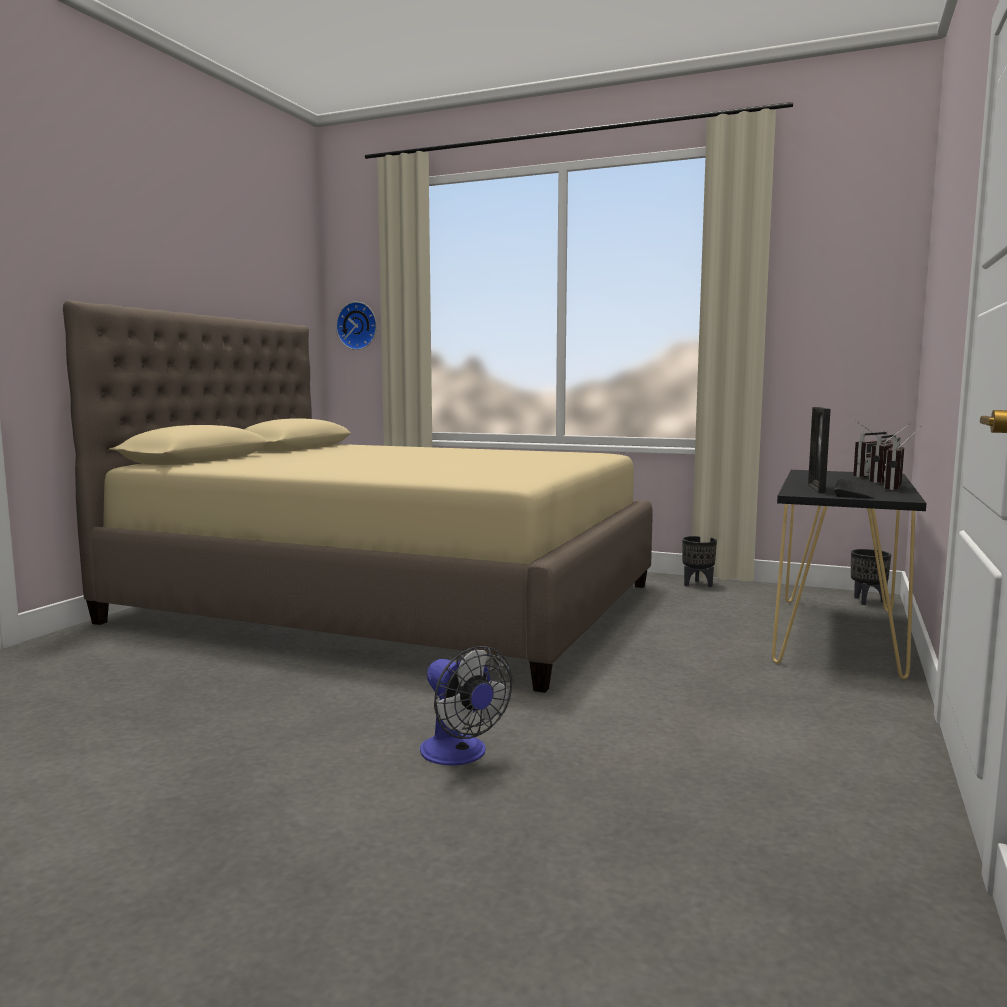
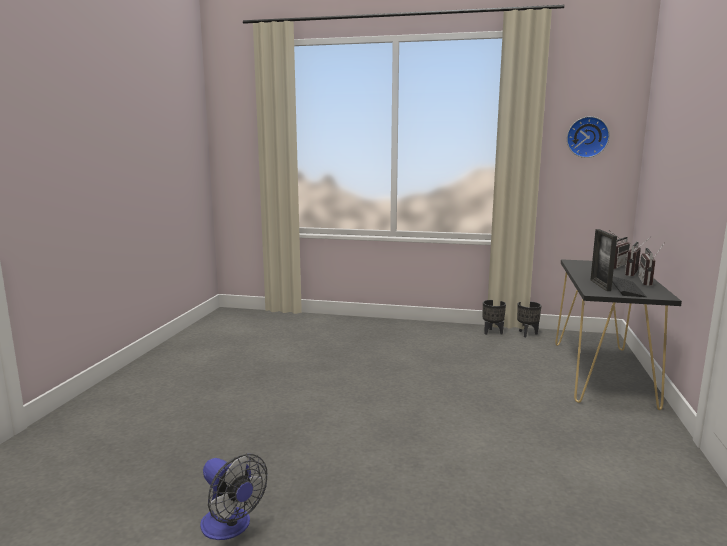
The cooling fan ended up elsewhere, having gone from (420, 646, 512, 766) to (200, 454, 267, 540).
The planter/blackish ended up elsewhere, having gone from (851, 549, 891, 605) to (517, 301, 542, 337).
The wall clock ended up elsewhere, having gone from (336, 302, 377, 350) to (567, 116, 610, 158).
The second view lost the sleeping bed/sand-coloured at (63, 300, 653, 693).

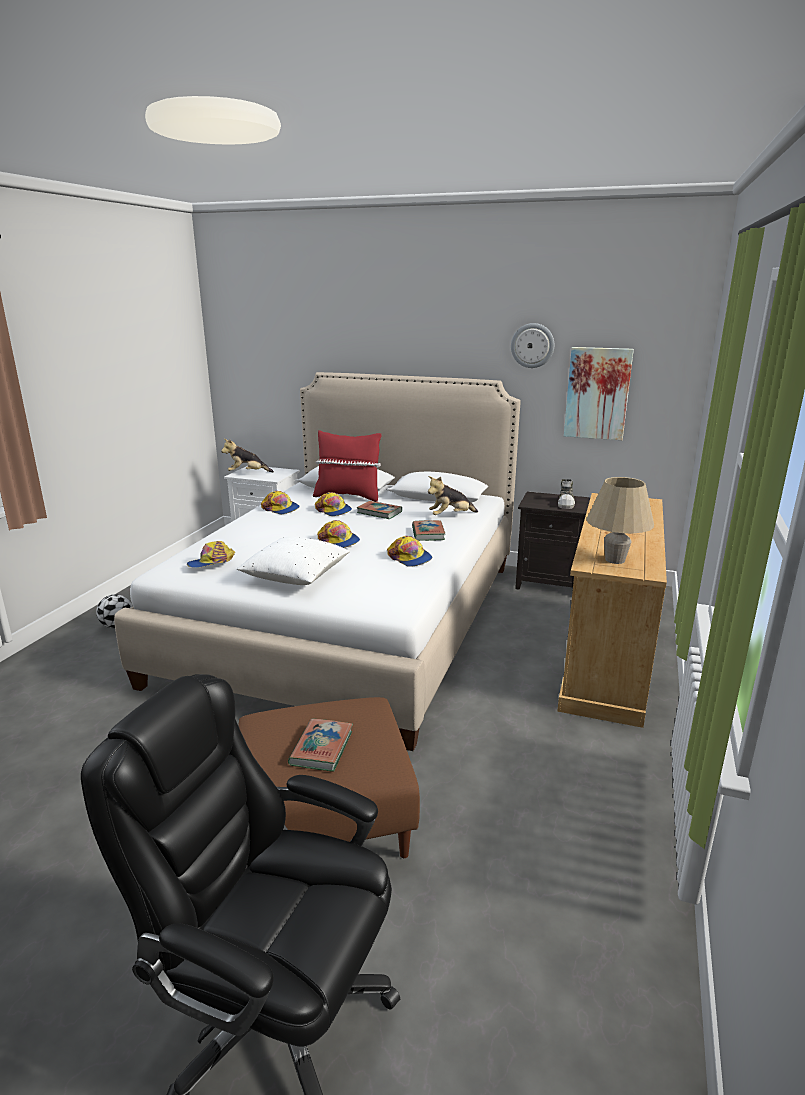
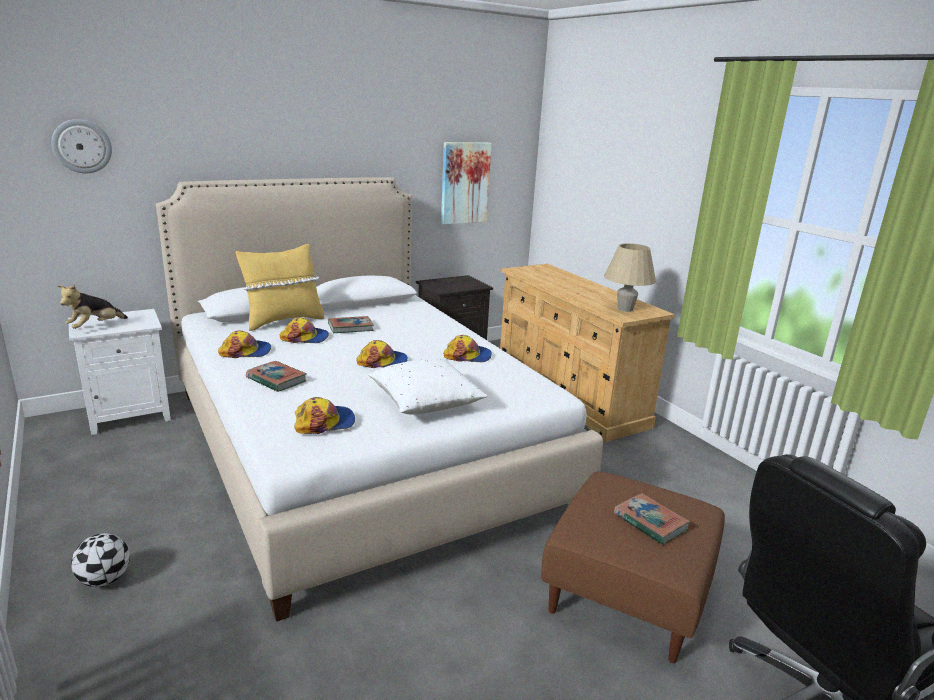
The wall clock ended up elsewhere, having gone from (511, 323, 554, 368) to (51, 119, 112, 173).
What was the cushion/red-coloured at (313, 430, 381, 502) turned into the cushion/yellowish at (236, 244, 324, 331).
The book ended up elsewhere, having gone from (412, 520, 445, 541) to (246, 361, 307, 392).
The peaked cap at (187, 541, 235, 568) ended up facing another way, 120 degrees counterclockwise from before.
The second view lost the soft toy at (428, 476, 478, 515).
The second view lost the item of footwear at (558, 479, 575, 509).

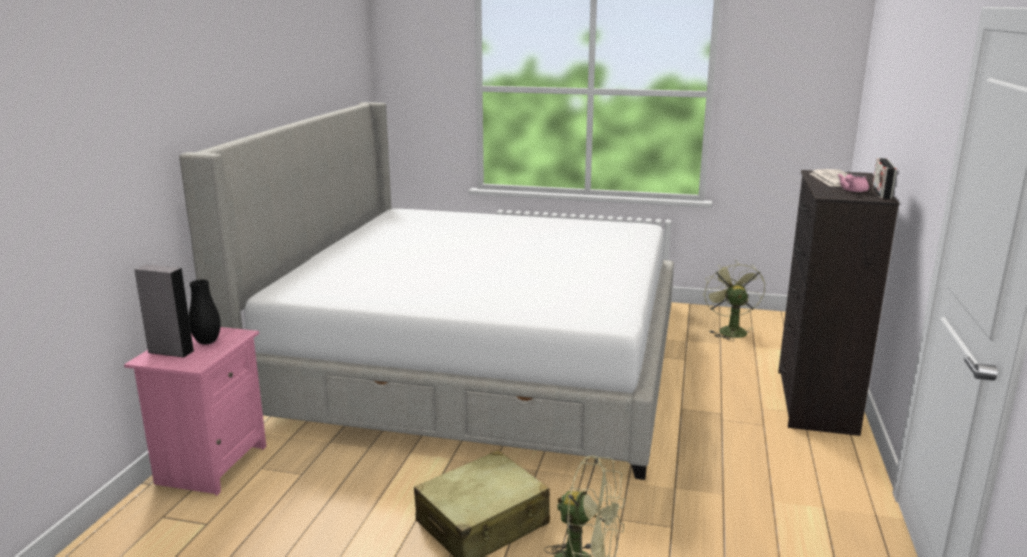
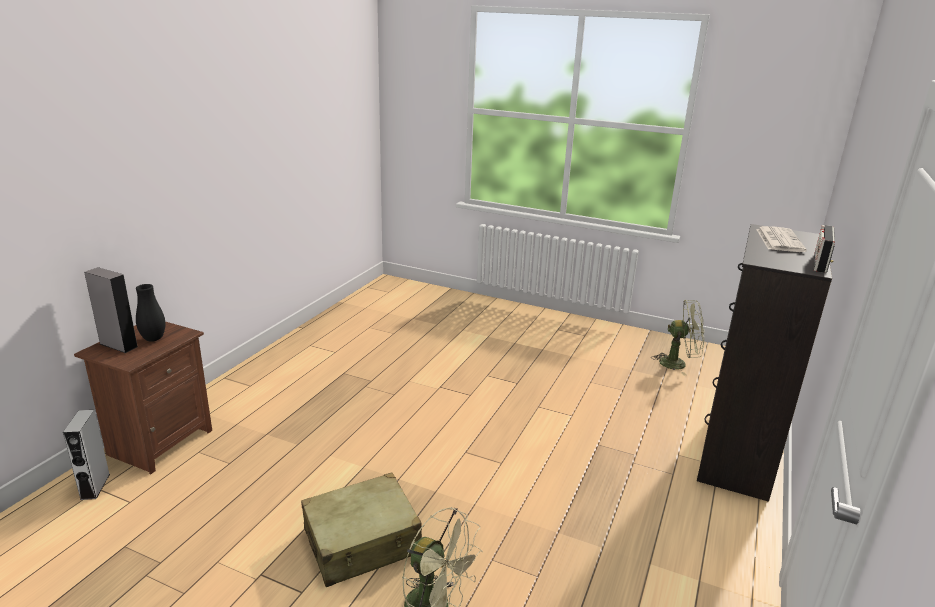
The second view gained the loudspeaker/gray at (63, 410, 110, 500).
What was the night table/pinkish at (124, 327, 266, 496) turned into the night table/brown at (74, 321, 212, 475).
The cooling fan/green at (703, 260, 765, 341) ended up facing another way, 90 degrees clockwise from before.
The second view lost the sleeping bed at (179, 102, 674, 480).
The second view lost the pot for tea/pinkish at (837, 174, 869, 192).

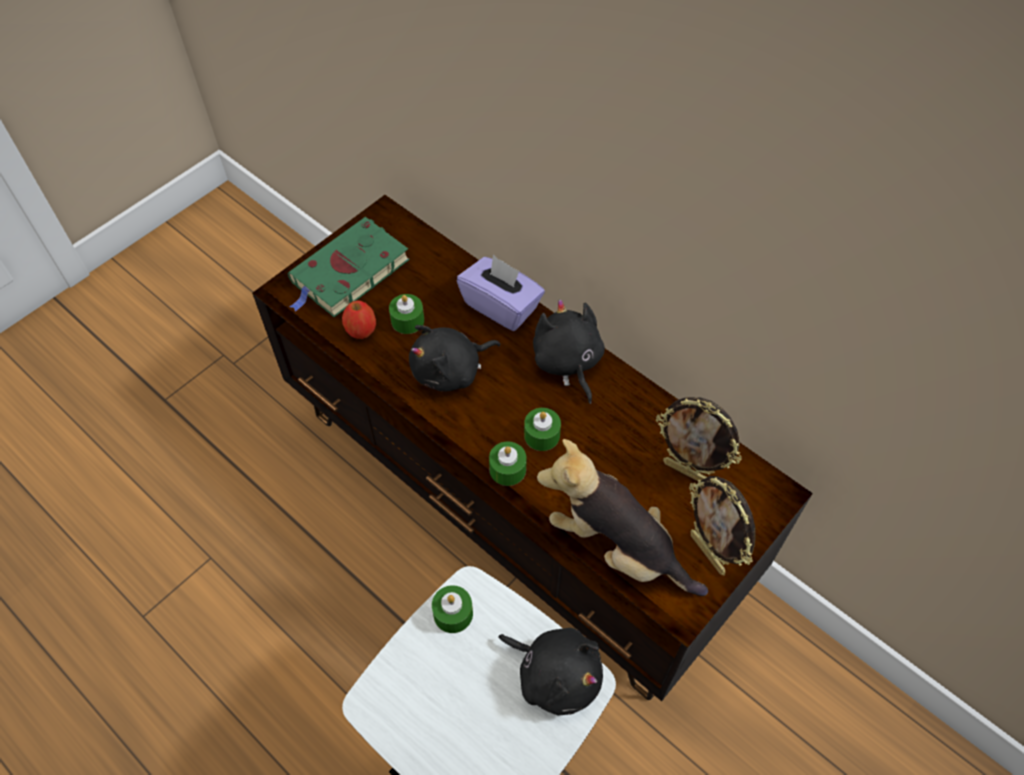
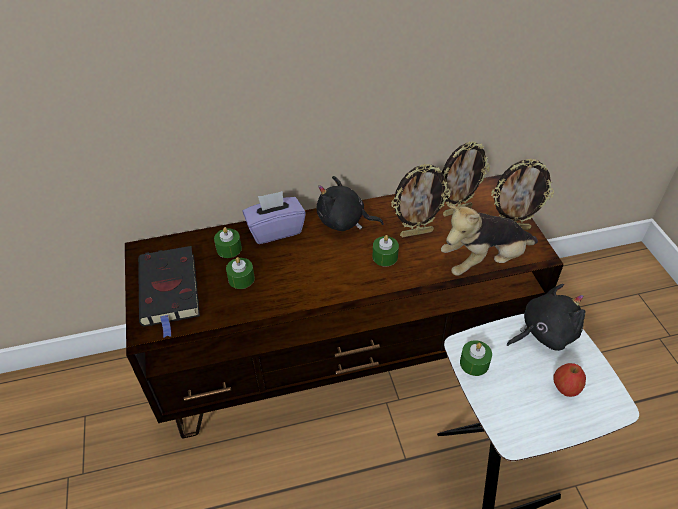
What was the book/green at (288, 217, 410, 317) turned into the book/blackish at (138, 246, 200, 338).
The candle/green ended up elsewhere, having gone from (489, 442, 527, 486) to (214, 227, 242, 258).
The second view gained the picture frame at (391, 164, 451, 237).
The apple fruit ended up elsewhere, having gone from (342, 300, 376, 339) to (553, 363, 586, 397).
The second view lost the soft toy/blackish at (409, 325, 501, 392).

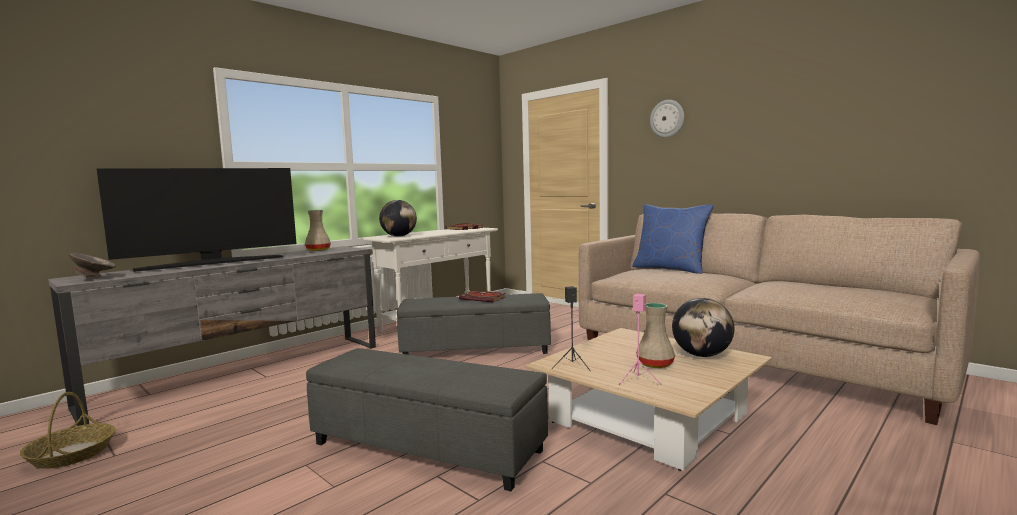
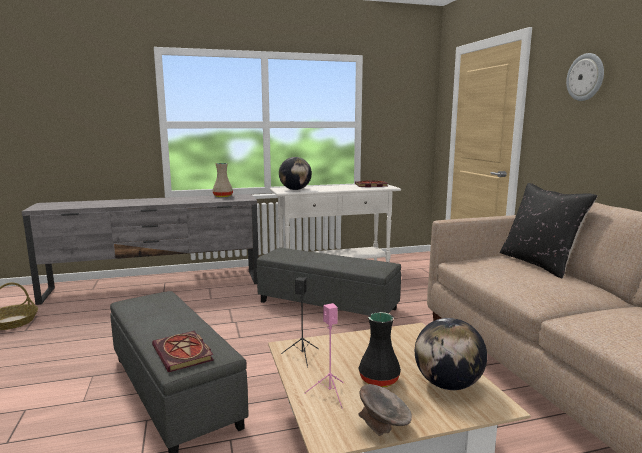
The book ended up elsewhere, having gone from (459, 291, 506, 302) to (152, 331, 214, 372).
What was the vase/sand-coloured at (636, 303, 675, 368) turned into the vase/blackish at (358, 312, 401, 387).
The deep dish/gray ended up elsewhere, having gone from (69, 253, 116, 278) to (358, 384, 412, 436).
What was the cushion/blue at (632, 205, 714, 274) turned into the cushion/blackish at (500, 183, 598, 279).
The second view lost the TV set at (97, 168, 297, 272).

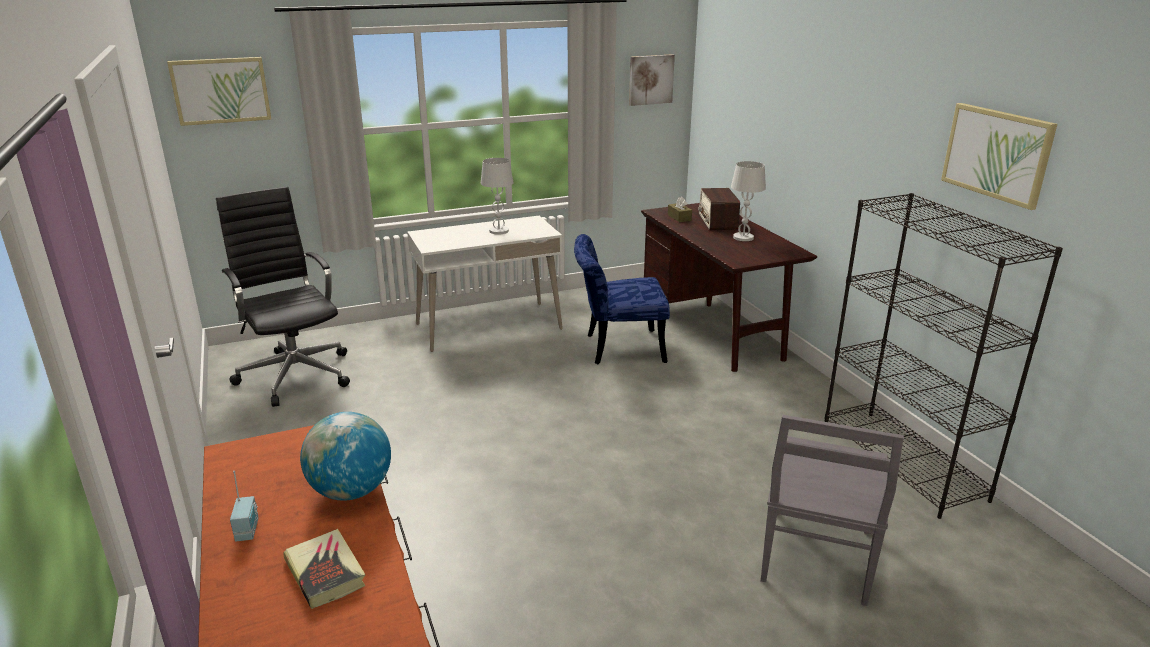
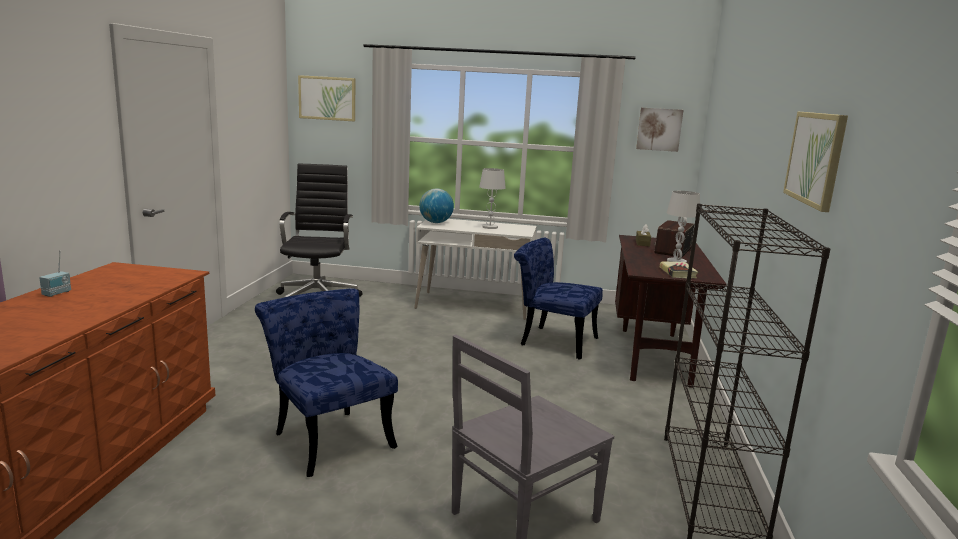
The second view gained the chair/blue at (255, 288, 398, 477).
The world globe ended up elsewhere, having gone from (300, 412, 391, 501) to (419, 188, 454, 223).
The book ended up elsewhere, having gone from (284, 529, 365, 609) to (660, 262, 698, 278).

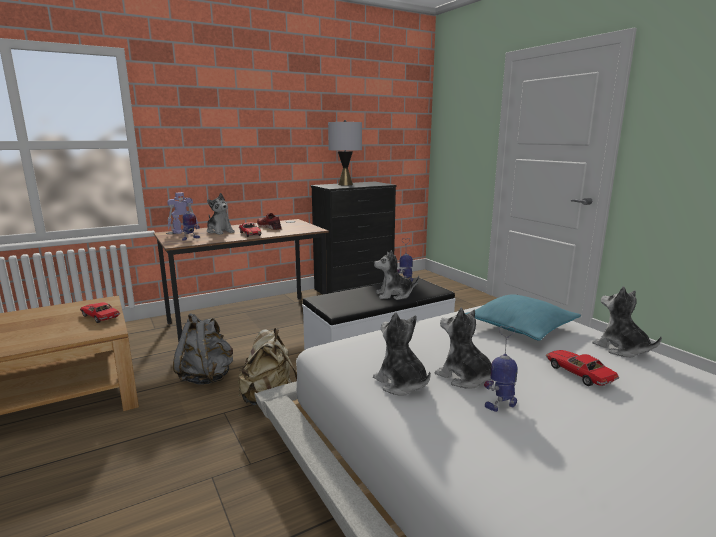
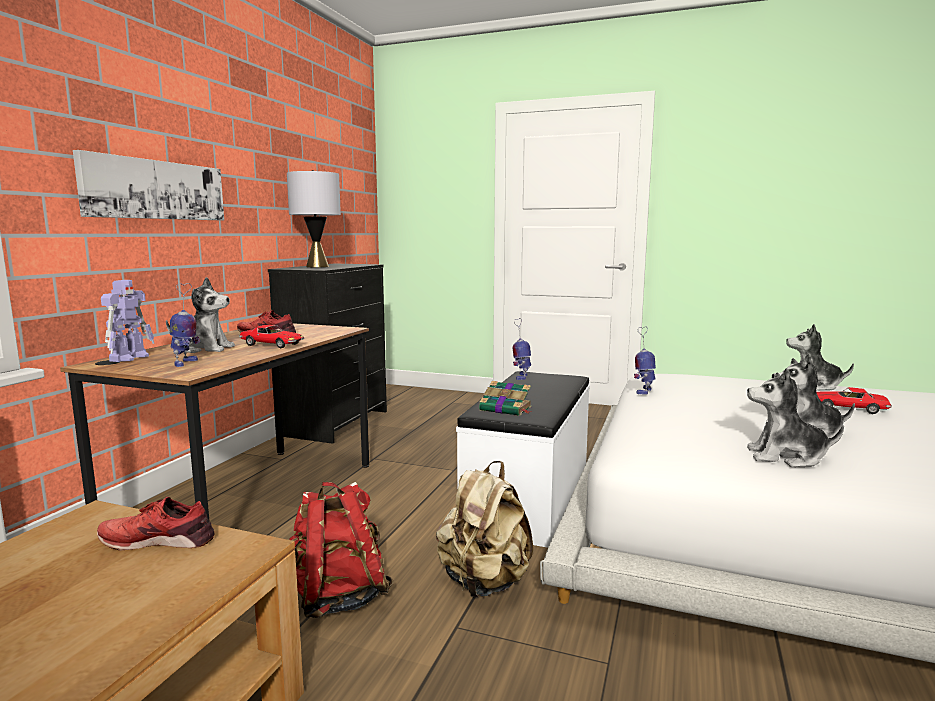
The second view gained the wall art at (73, 150, 224, 220).
Where the toy car stood at (80, 302, 120, 323), the item of footwear/red-coloured came to stand at (97, 497, 215, 551).
What was the rucksack/gray at (173, 313, 233, 385) turned into the rucksack/red-coloured at (289, 482, 394, 618).
The second view gained the book at (479, 381, 532, 416).
The toy robot ended up elsewhere, having gone from (484, 326, 518, 412) to (634, 326, 656, 394).
The second view lost the soft toy at (374, 250, 419, 300).
The second view lost the cushion/blue-green at (465, 295, 581, 341).

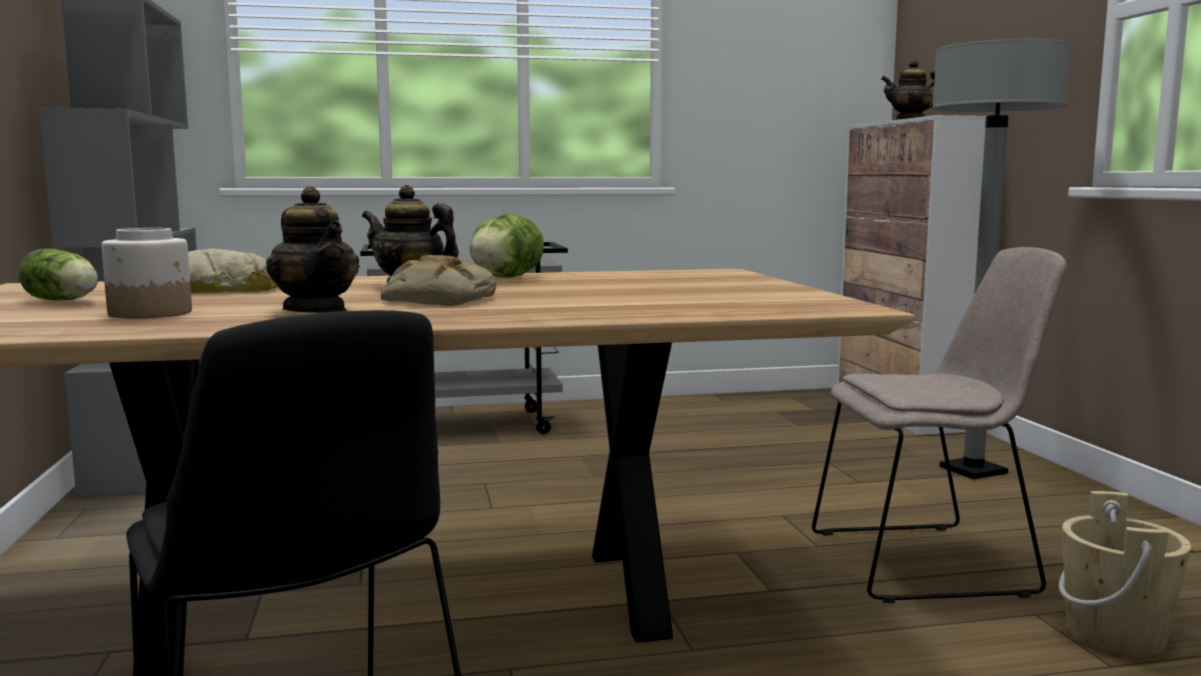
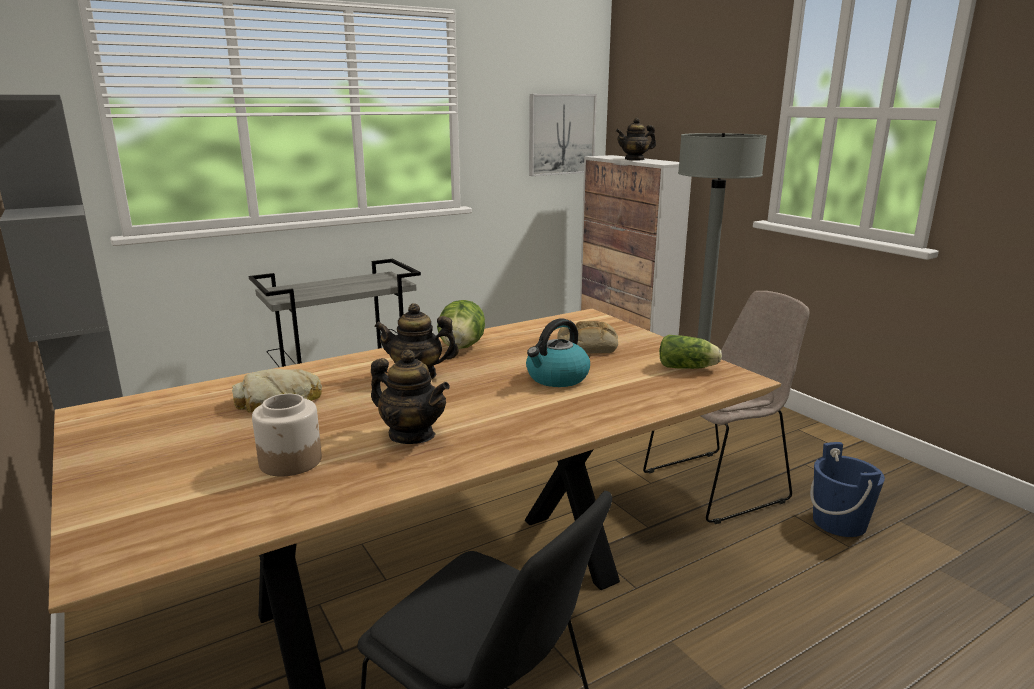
The second view gained the kettle at (526, 318, 590, 387).
The second view gained the wall art at (529, 94, 597, 176).
The bakery bread ended up elsewhere, having gone from (381, 255, 496, 306) to (557, 321, 618, 353).
The lettuce head ended up elsewhere, having gone from (19, 248, 98, 301) to (659, 335, 722, 369).
What was the bucket/sand-coloured at (1059, 491, 1191, 656) turned into the bucket/blue at (810, 442, 885, 537).

